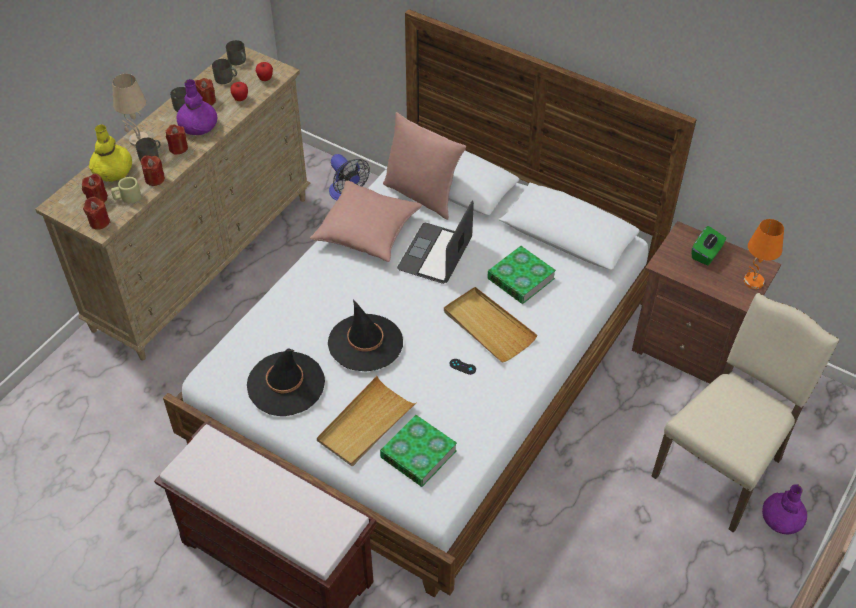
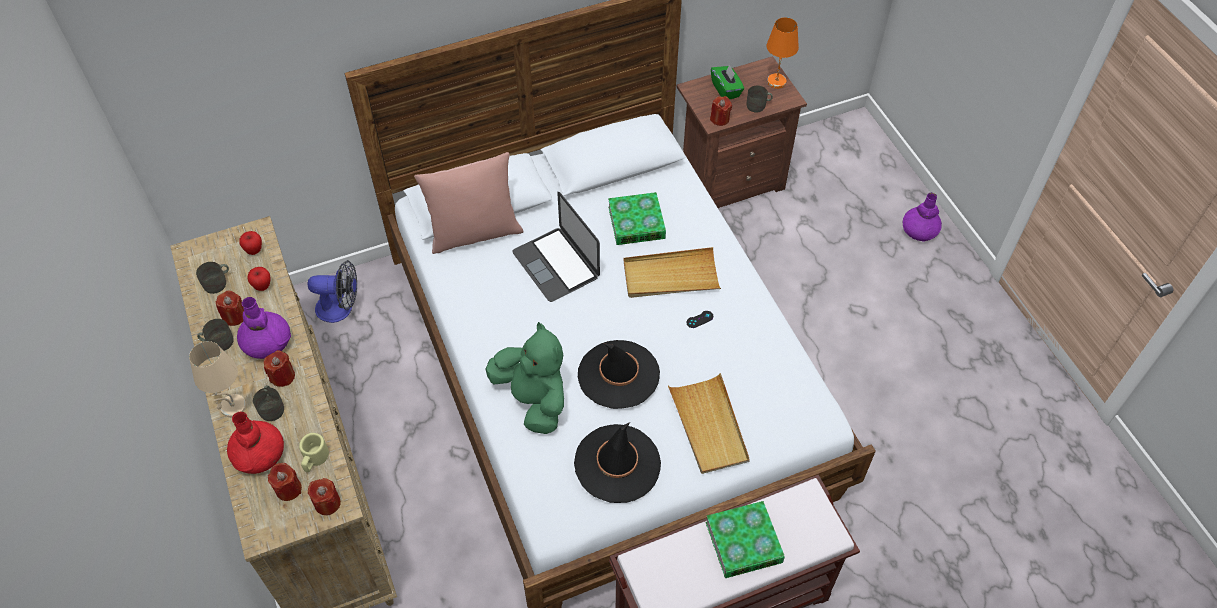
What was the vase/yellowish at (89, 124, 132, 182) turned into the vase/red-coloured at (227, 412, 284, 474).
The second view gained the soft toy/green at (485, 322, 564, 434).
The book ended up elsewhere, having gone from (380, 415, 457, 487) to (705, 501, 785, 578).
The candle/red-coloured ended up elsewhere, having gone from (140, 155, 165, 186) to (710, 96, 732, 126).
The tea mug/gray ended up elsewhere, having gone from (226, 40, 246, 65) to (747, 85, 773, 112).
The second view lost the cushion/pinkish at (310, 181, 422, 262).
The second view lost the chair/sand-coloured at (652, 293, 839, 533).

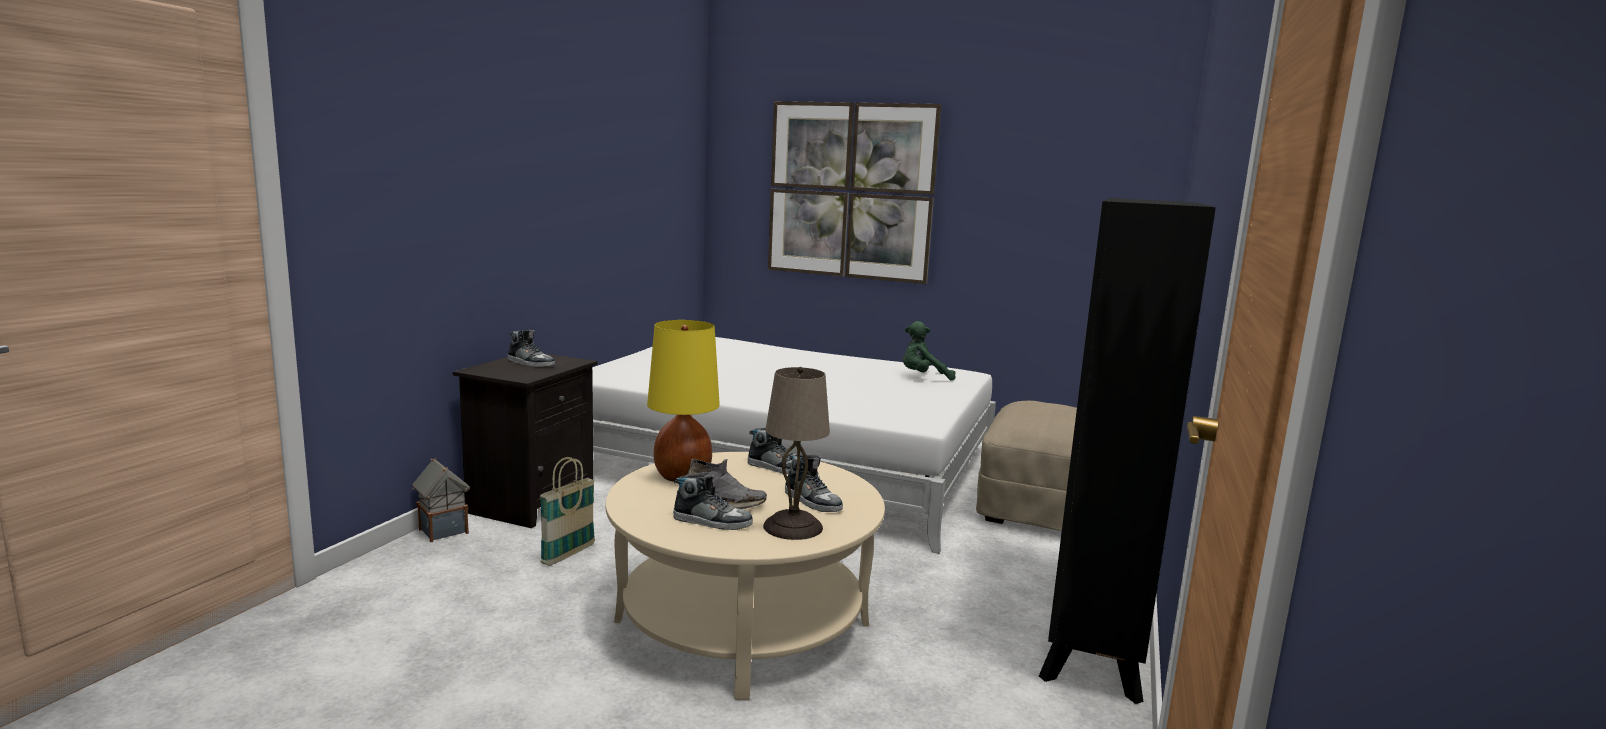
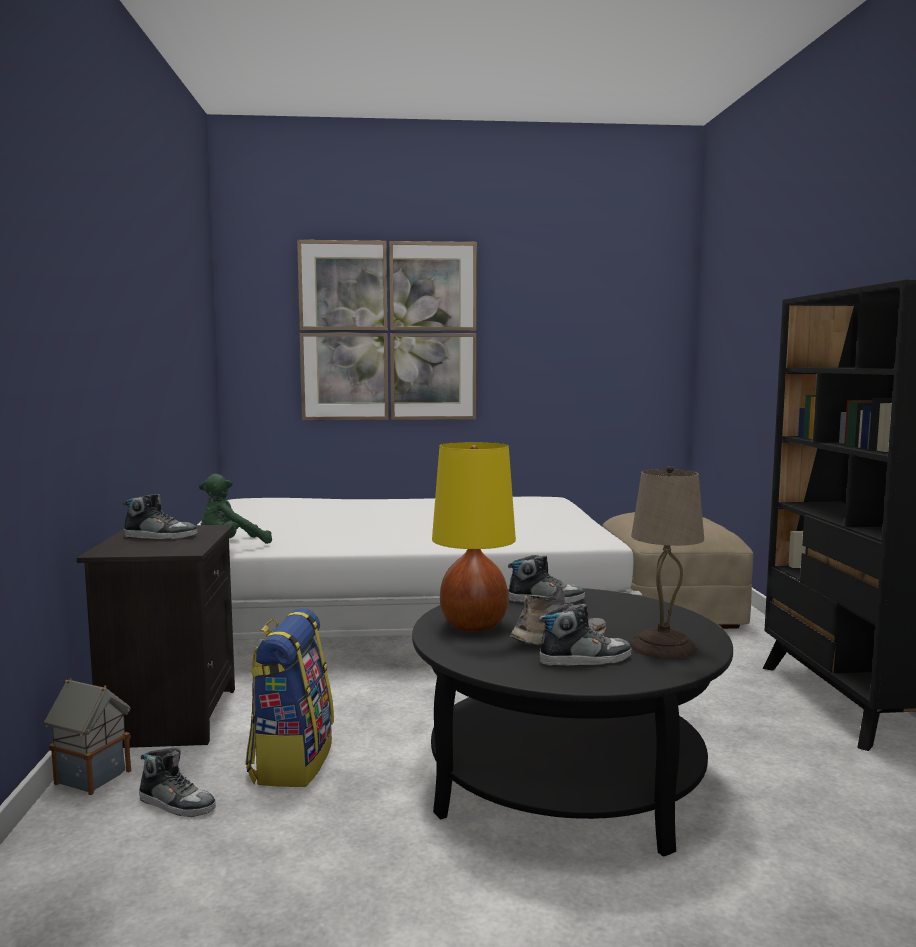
The item of footwear ended up elsewhere, having gone from (785, 455, 843, 512) to (139, 748, 216, 817).
The soft toy/green ended up elsewhere, having gone from (903, 321, 955, 381) to (199, 474, 272, 544).
Where the basket stood at (540, 457, 595, 566), the rucksack came to stand at (245, 608, 334, 787).
What was the low table/sand-coloured at (605, 452, 885, 700) turned into the low table/blackish at (412, 588, 733, 857).

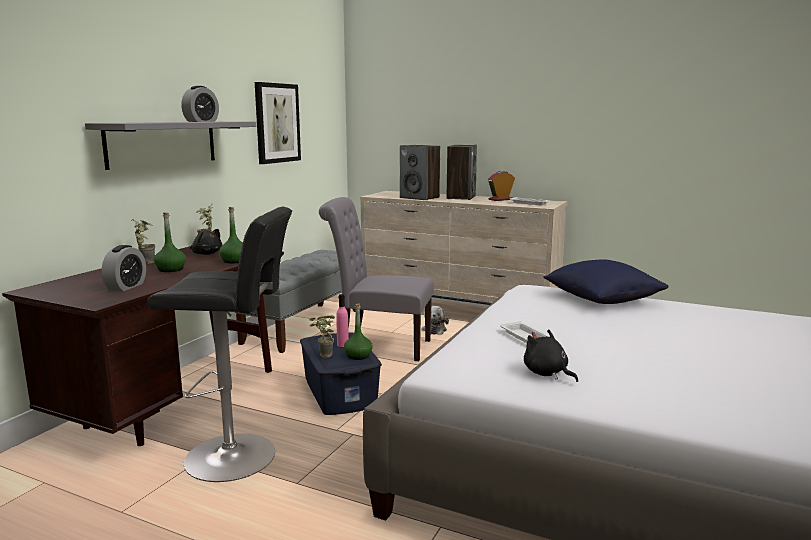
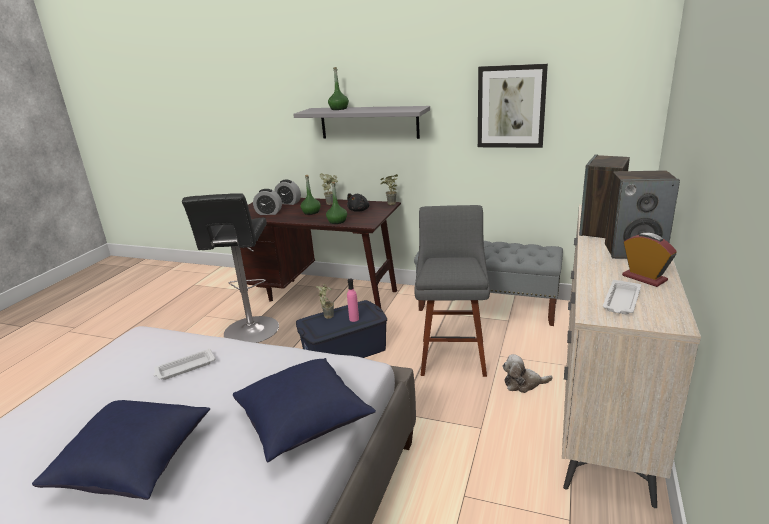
The second view gained the cushion/blue at (32, 400, 210, 500).
The table clock ended up elsewhere, having gone from (181, 86, 219, 122) to (274, 180, 301, 205).
The bottle/green ended up elsewhere, having gone from (344, 303, 373, 360) to (328, 67, 349, 110).
Where the chair/gray stood at (319, 197, 434, 361), the sitting stool/gray came to stand at (414, 205, 490, 377).
The second view lost the soft toy/blackish at (524, 329, 578, 382).

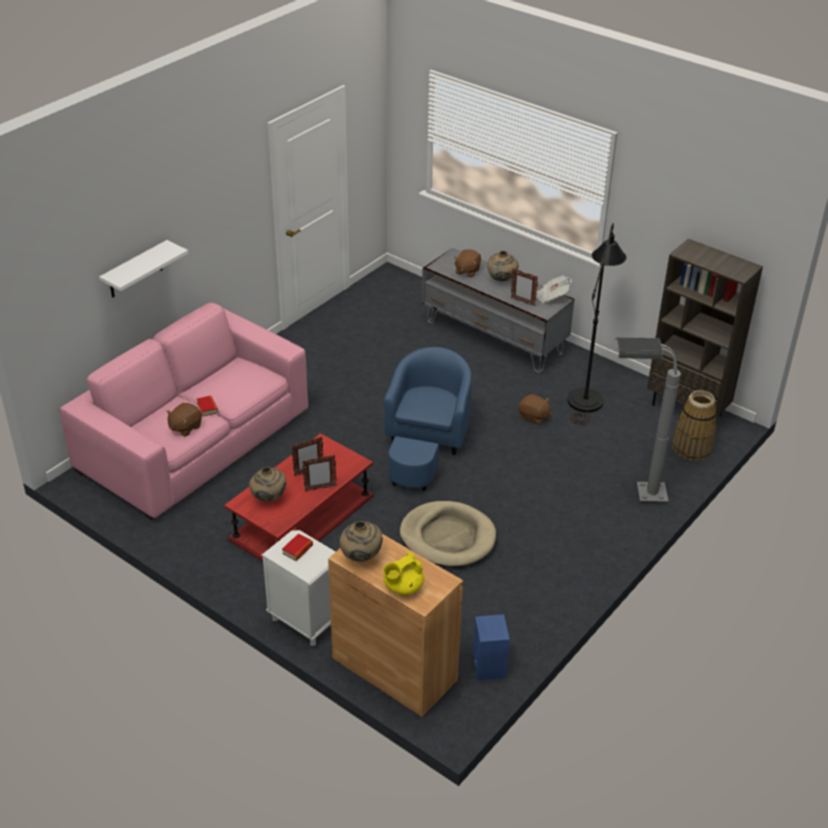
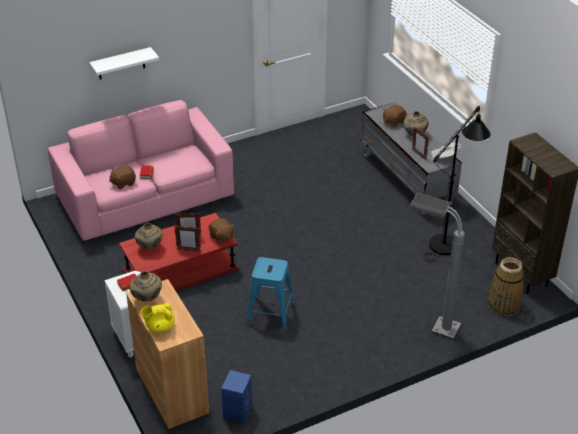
The soft toy/brown ended up elsewhere, having gone from (519, 394, 551, 424) to (209, 218, 234, 244).
Where the dog bed/sand-coloured stood at (400, 501, 496, 567), the sitting stool/blue came to stand at (246, 257, 294, 331).
The second view lost the armchair/blue at (384, 347, 472, 491).

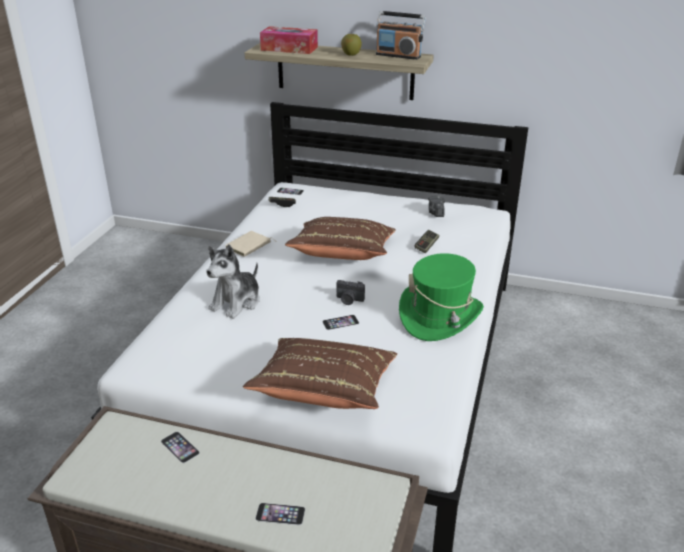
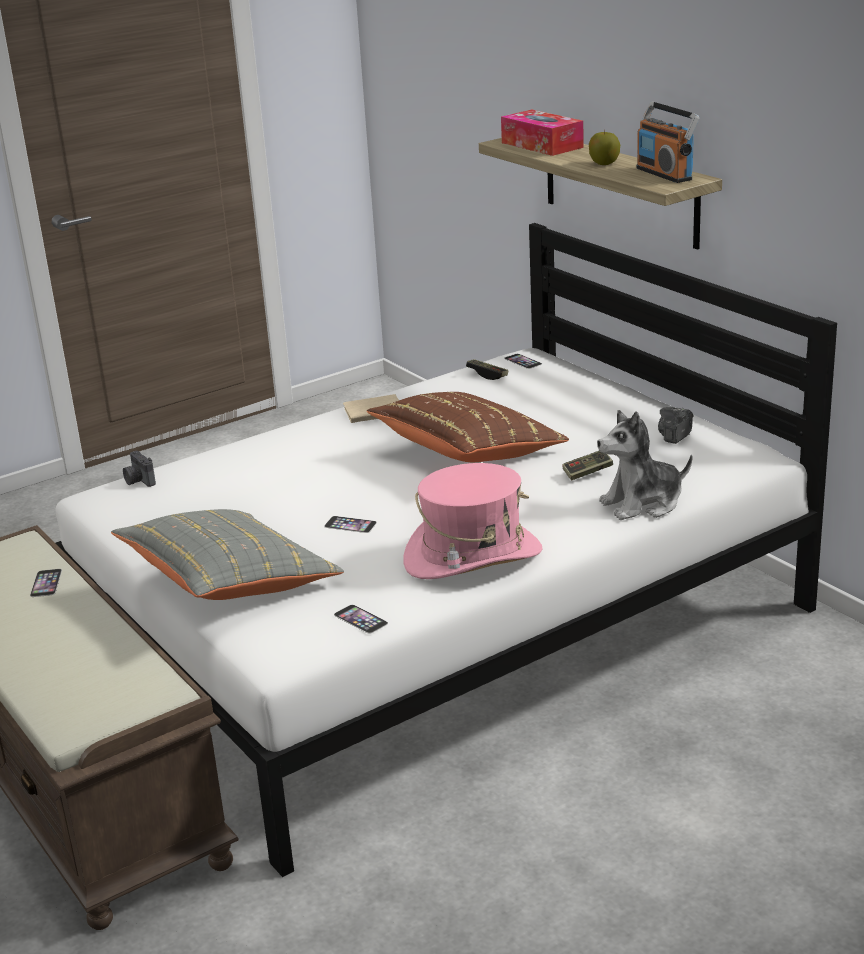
What was the cushion/brown at (243, 338, 397, 409) turned into the cushion/gray at (111, 509, 344, 600).
The photo camera ended up elsewhere, having gone from (336, 280, 365, 305) to (123, 451, 156, 487).
The phone ended up elsewhere, having gone from (255, 503, 305, 525) to (334, 605, 388, 634).
What was the hat/green at (399, 253, 484, 341) turned into the hat/pinkish at (403, 463, 543, 579).
The soft toy ended up elsewhere, having gone from (206, 244, 260, 319) to (597, 410, 692, 520).

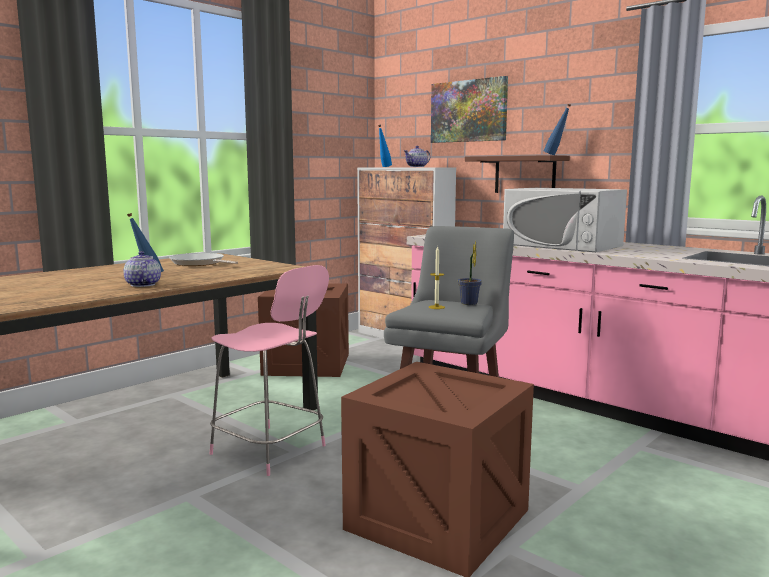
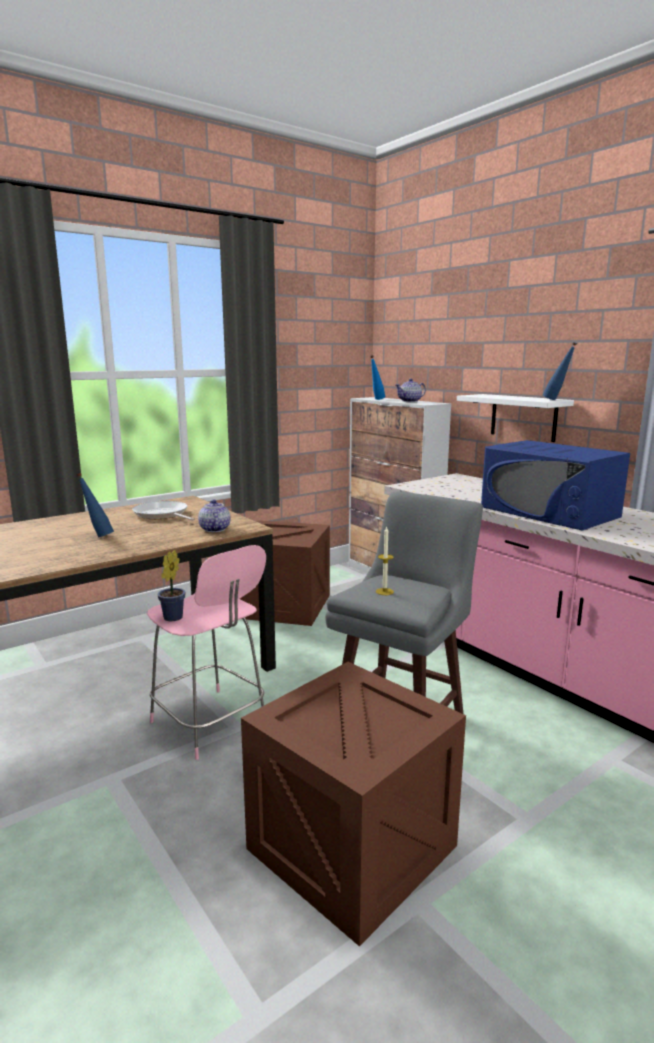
The plant in a pot ended up elsewhere, having gone from (458, 241, 482, 305) to (157, 550, 186, 621).
The pot for tea ended up elsewhere, having gone from (124, 251, 161, 287) to (198, 499, 231, 532).
What was the bracket shelf/brown at (465, 155, 570, 193) turned into the bracket shelf/white at (457, 394, 574, 442).
What was the microwave/white at (503, 188, 627, 252) turned into the microwave/blue at (481, 440, 630, 531).
The second view lost the wall art at (431, 76, 508, 143).

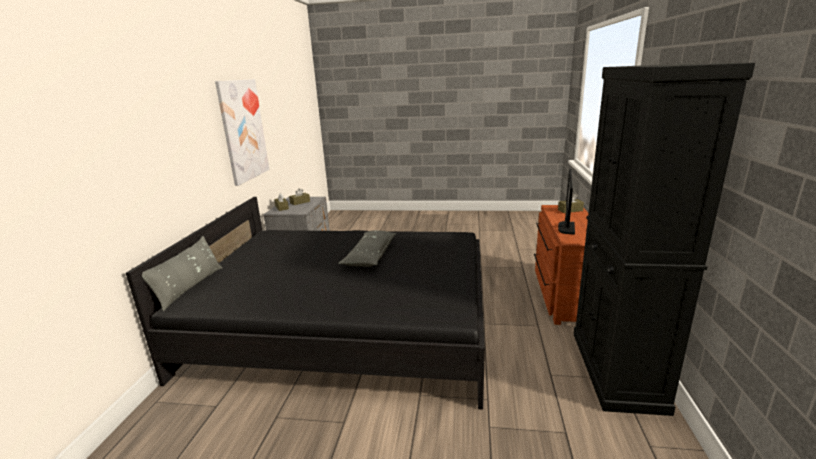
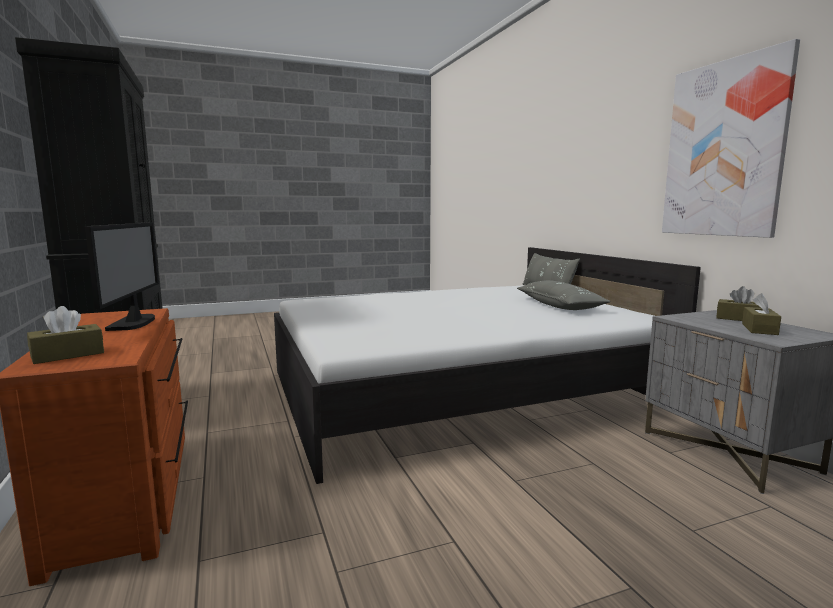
What was the sleeping bed/blackish at (126, 197, 485, 410) turned into the sleeping bed/white at (274, 247, 701, 484).
The cushion/gray ended up elsewhere, having gone from (338, 231, 396, 267) to (517, 280, 611, 310).

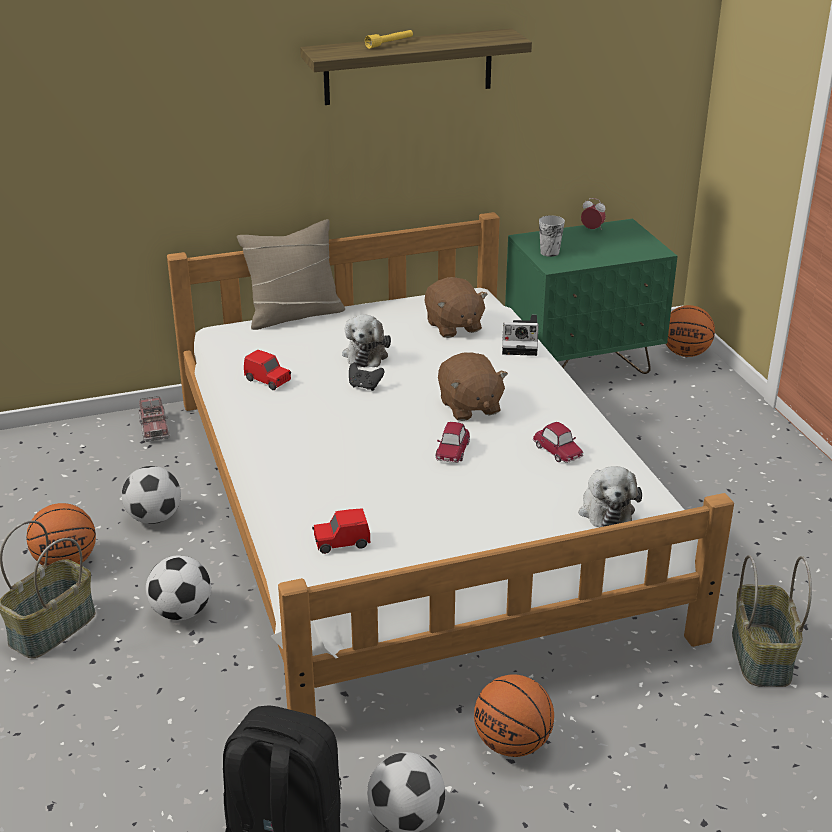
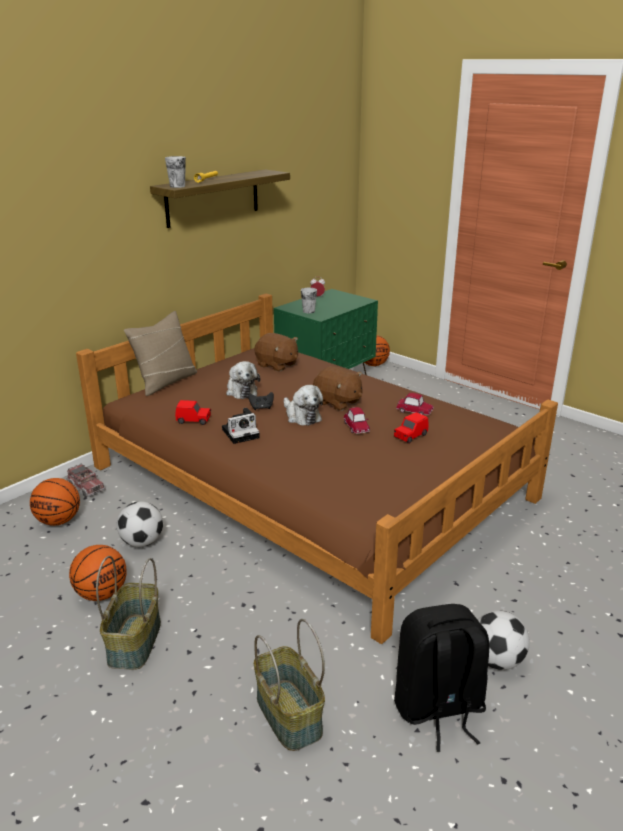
The ball for basketball ended up elsewhere, having gone from (474, 674, 554, 757) to (30, 478, 80, 526).
What was the sleeping bed/white at (167, 212, 734, 717) turned into the sleeping bed/brown at (76, 294, 558, 644).
The second view gained the cup at (165, 156, 186, 188).
The photo camera ended up elsewhere, having gone from (502, 315, 539, 356) to (222, 408, 260, 444).
The basket ended up elsewhere, having gone from (732, 555, 812, 687) to (254, 619, 325, 751).
The soft toy ended up elsewhere, having gone from (579, 466, 642, 527) to (284, 385, 323, 426).
The toy car/red-coloured ended up elsewhere, having gone from (312, 508, 370, 554) to (394, 412, 429, 444).
The second view lost the ball for football at (146, 556, 211, 620).

